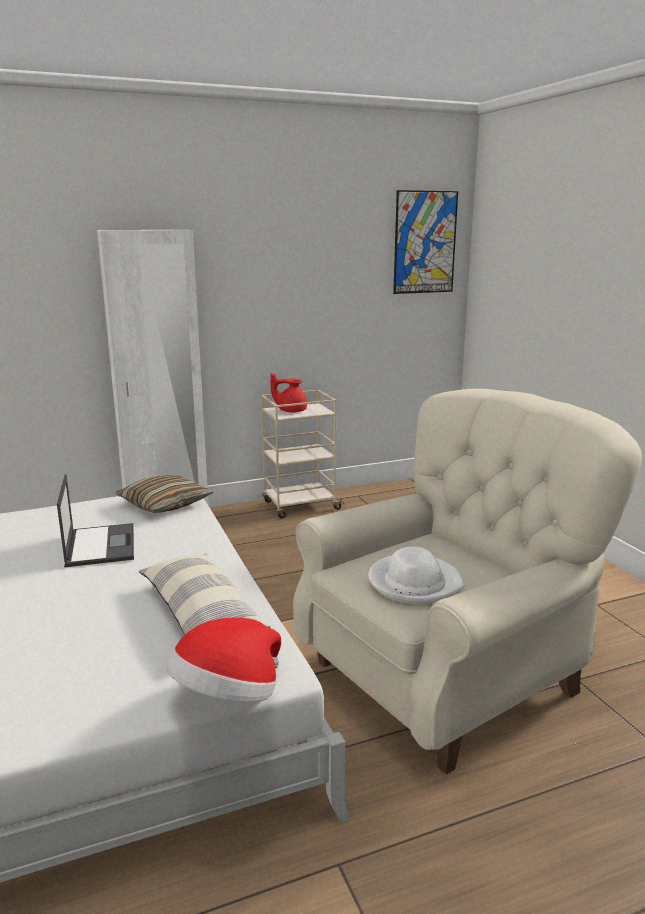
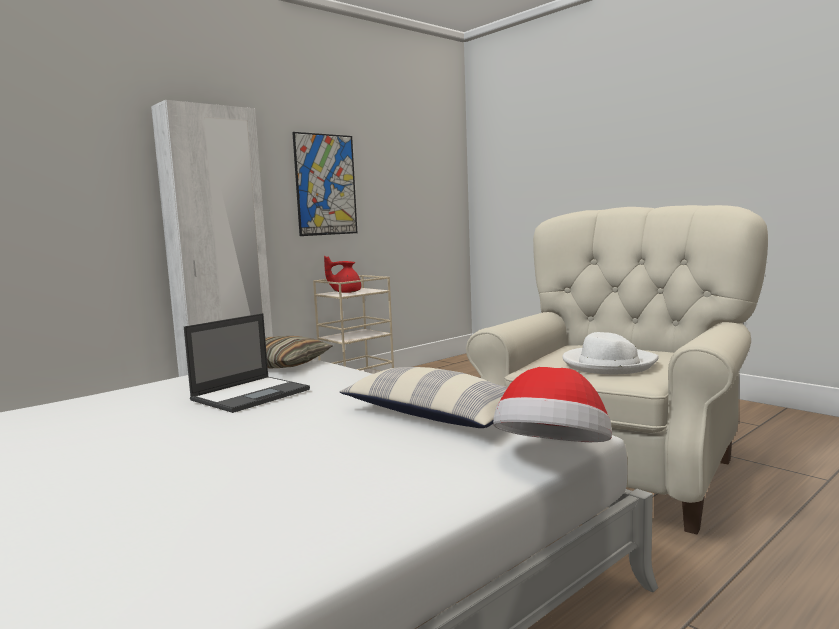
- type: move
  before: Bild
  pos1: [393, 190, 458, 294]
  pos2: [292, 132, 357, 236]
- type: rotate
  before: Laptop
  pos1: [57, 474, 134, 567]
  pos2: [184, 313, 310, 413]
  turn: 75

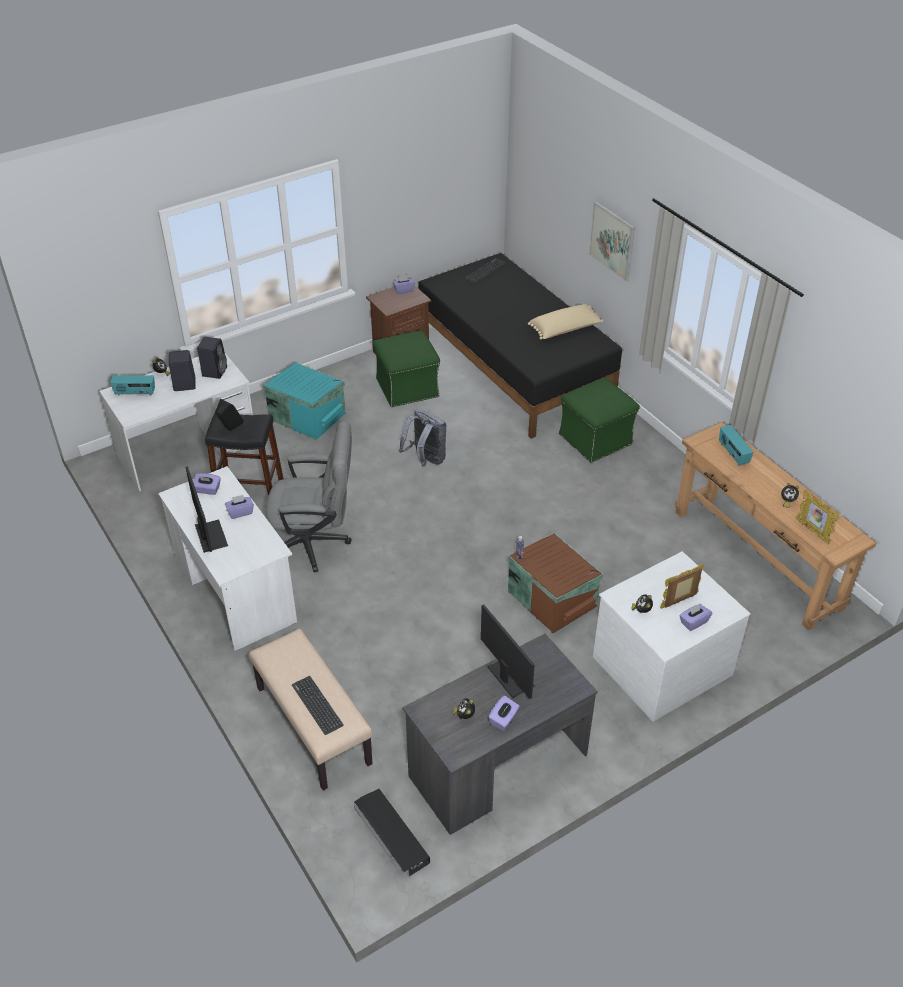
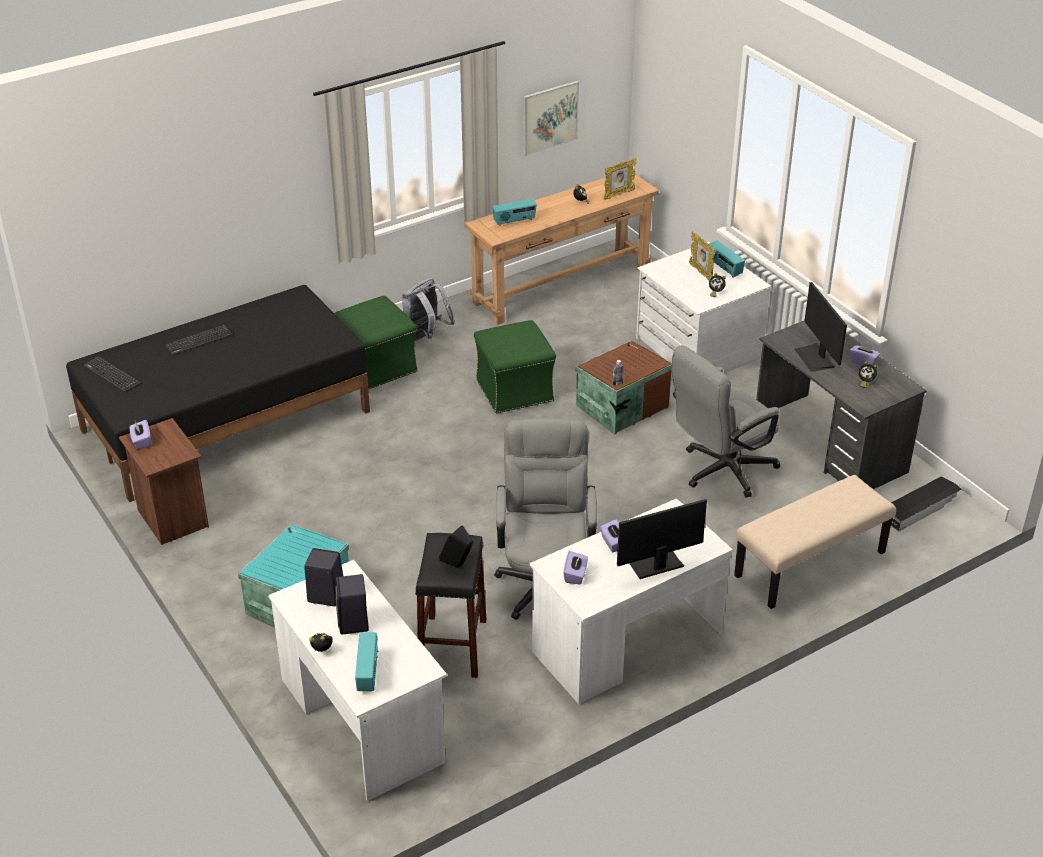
- type: delete
  before: Kissen (beige)
  pos1: [528, 304, 603, 340]
- type: insert
  after: Bürostuhl (grau)
  pos2: [672, 345, 780, 498]
- type: move
  before: Tastatur
  pos1: [292, 676, 344, 735]
  pos2: [165, 325, 233, 355]
- type: move
  before: Polsterhocker (grün)
  pos1: [373, 331, 440, 407]
  pos2: [474, 320, 556, 413]
- type: move
  before: Rucksack (grau)
  pos1: [399, 410, 446, 467]
  pos2: [402, 278, 455, 341]
- type: move
  before: Bild
  pos1: [589, 201, 635, 281]
  pos2: [523, 81, 579, 156]
- type: replace
  before: Taschentuchbox (lila)
  after: Radio
  pos1: [679, 604, 712, 631]
  pos2: [709, 241, 745, 278]
- type: rotate
  before: Monitor
  pos1: [481, 604, 536, 699]
  pos2: [794, 282, 847, 372]
  turn: -75

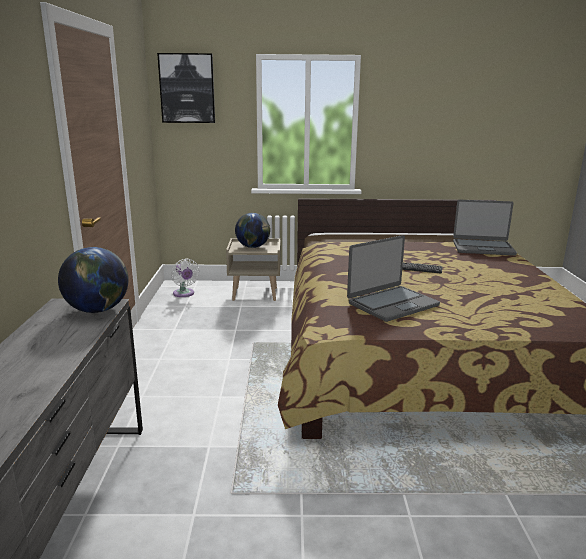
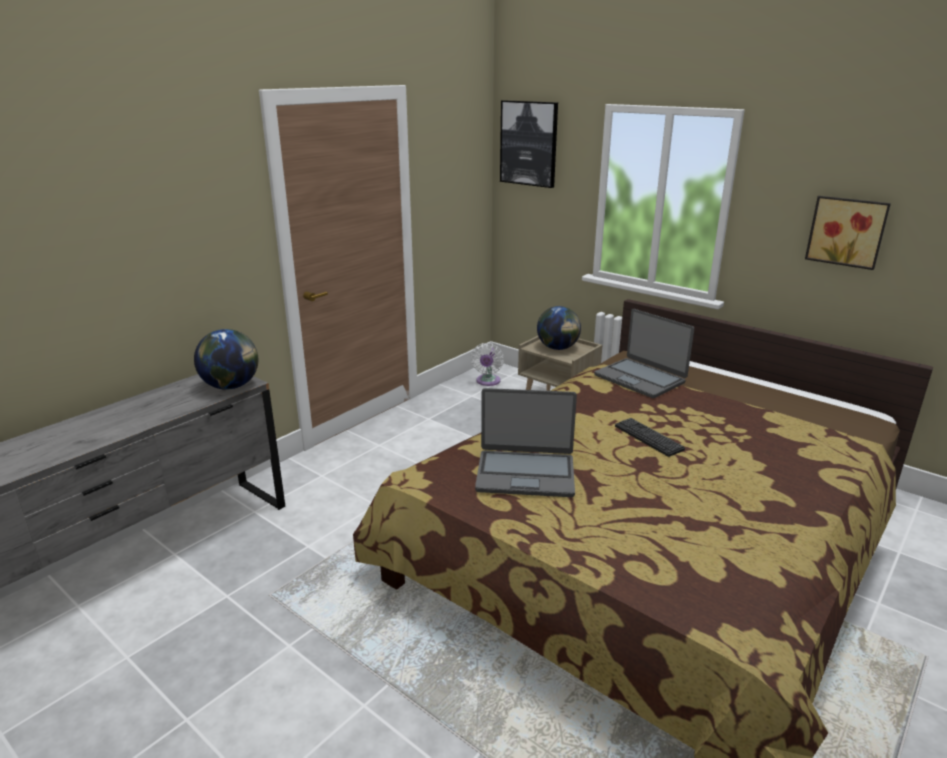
- type: insert
  after: Bild
  pos2: [805, 196, 891, 270]
- type: move
  before: Laptop
  pos1: [453, 200, 517, 256]
  pos2: [594, 309, 694, 398]

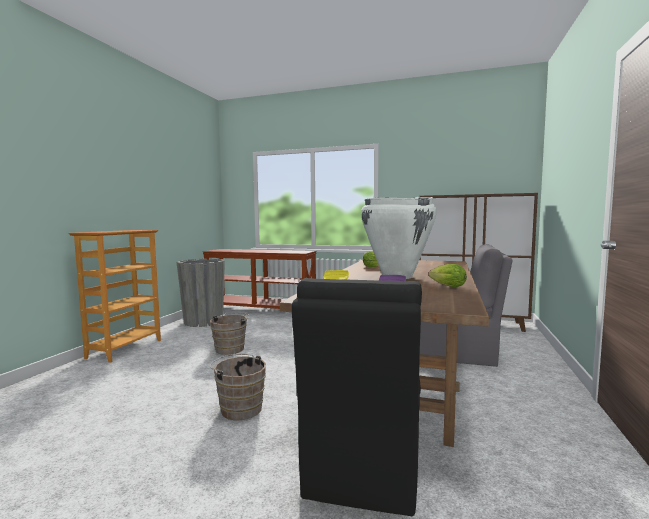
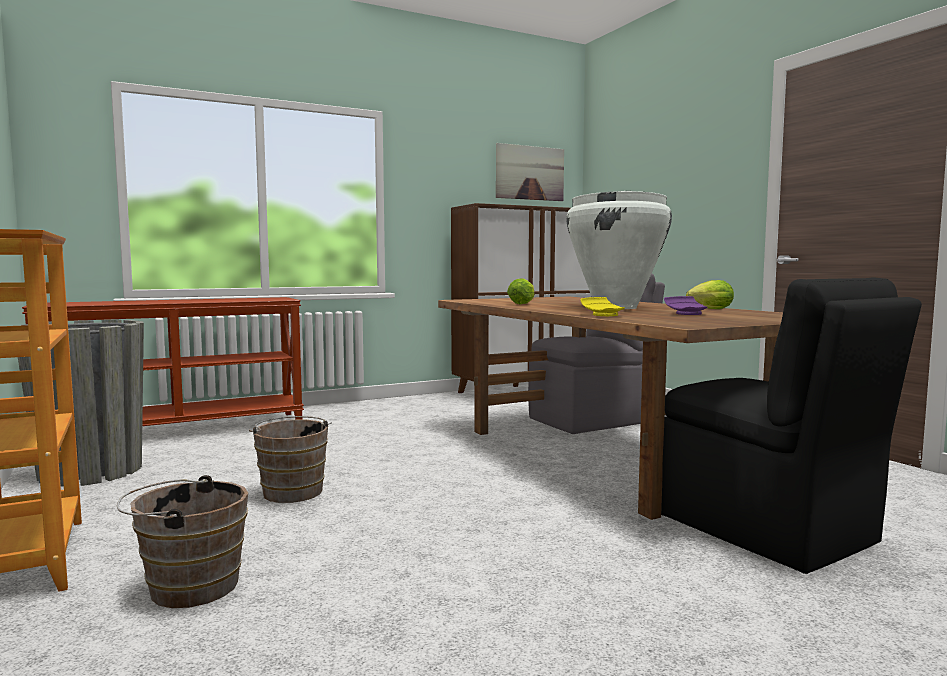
- type: insert
  after: Bild
  pos2: [496, 143, 564, 201]
- type: move
  before: Eimer (braun)
  pos1: [210, 354, 266, 420]
  pos2: [117, 475, 248, 608]

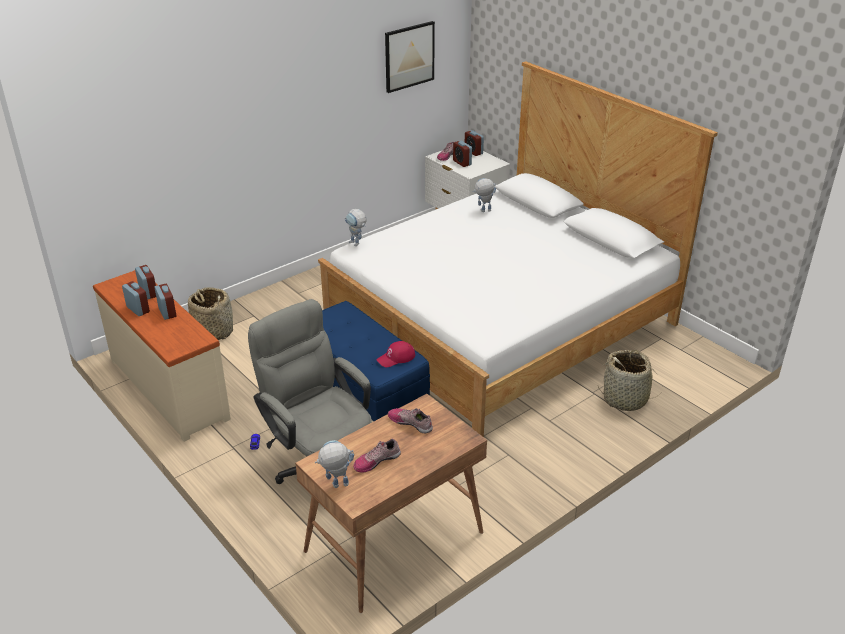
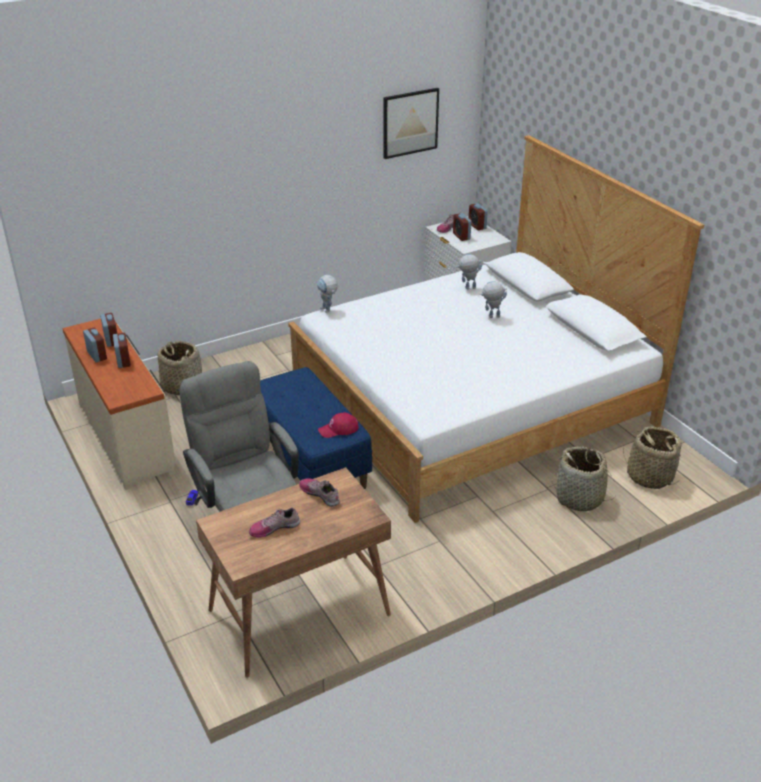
- type: insert
  after: Korb
  pos2: [623, 426, 682, 489]
- type: move
  before: Spielzeugroboter
  pos1: [315, 440, 354, 488]
  pos2: [479, 281, 507, 318]

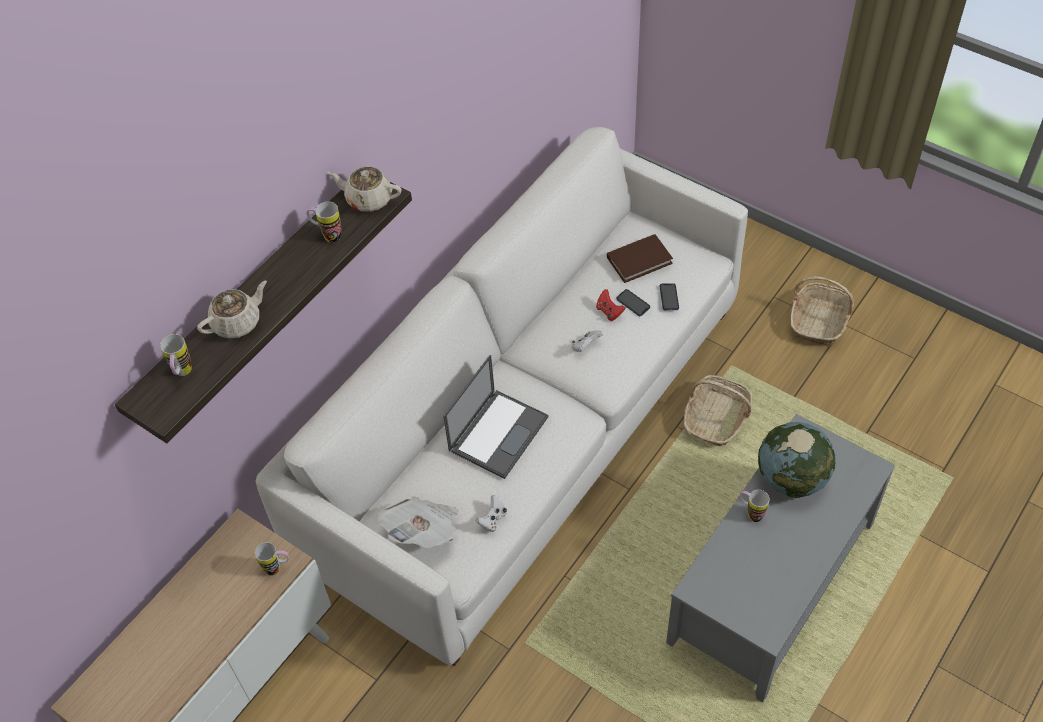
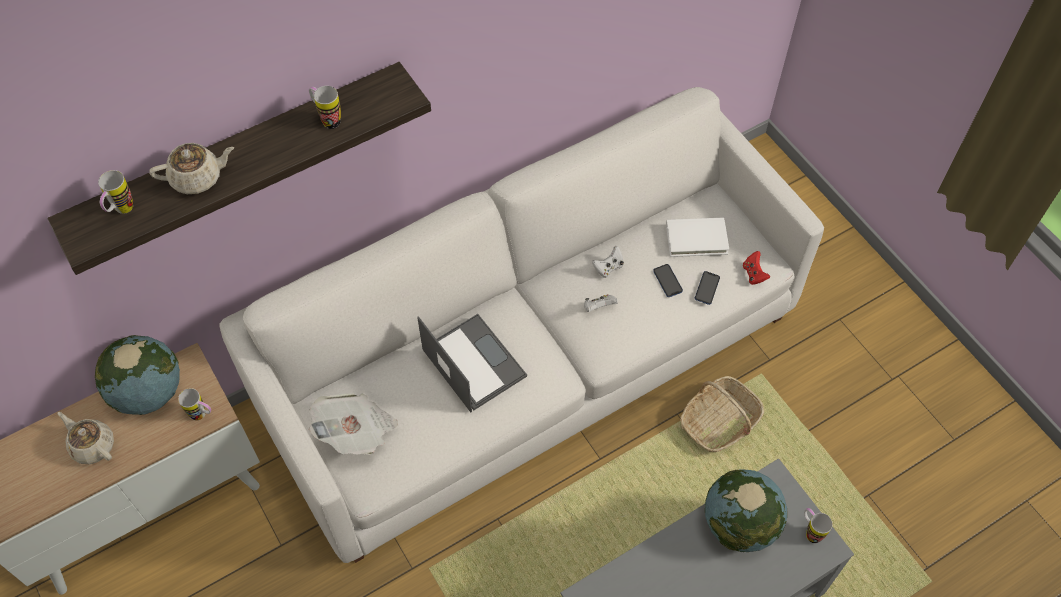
- type: delete
  before: Korb
  pos1: [790, 276, 854, 346]
- type: insert
  after: Globus
  pos2: [95, 335, 180, 415]
- type: move
  before: Teekanne (beige)
  pos1: [327, 166, 401, 212]
  pos2: [58, 412, 114, 464]
- type: move
  before: Gamepad (weiß)
  pos1: [476, 495, 507, 532]
  pos2: [592, 246, 624, 278]
- type: move
  before: Gamepad (rot)
  pos1: [596, 289, 625, 321]
  pos2: [743, 251, 770, 285]
- type: move
  before: Henkelbecher
  pos1: [740, 490, 769, 522]
  pos2: [804, 508, 833, 543]
- type: recolor
  before: Buch (braun)
  after: Buch (weiß)
  pos1: [607, 234, 673, 283]
  pos2: [666, 218, 729, 257]
- type: rotate
  before: Laptop
  pos1: [443, 355, 548, 479]
  pos2: [417, 314, 527, 412]
  turn: -90

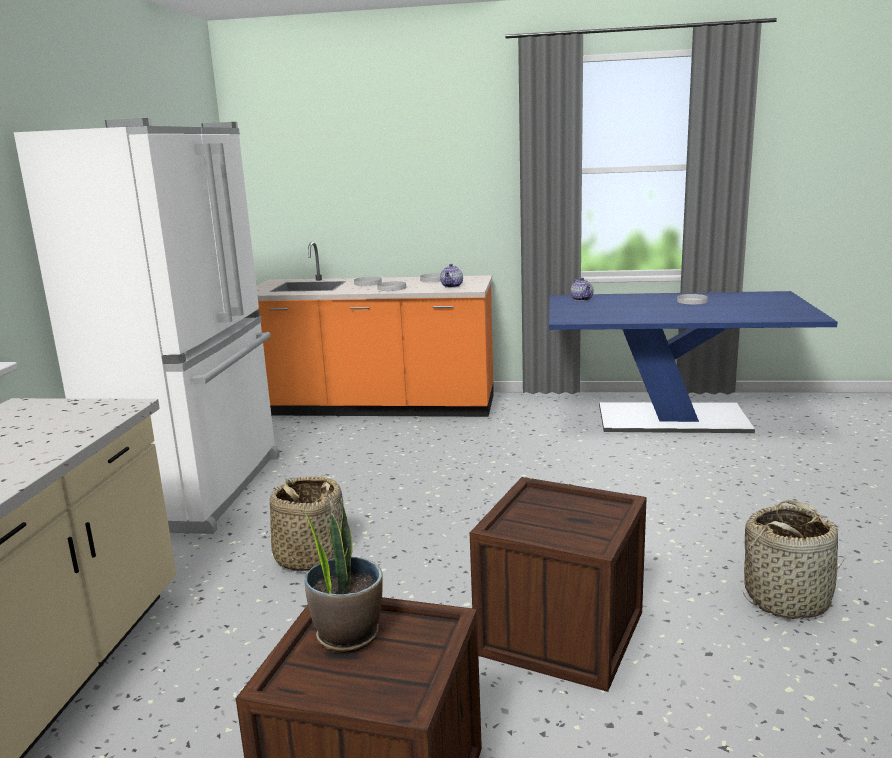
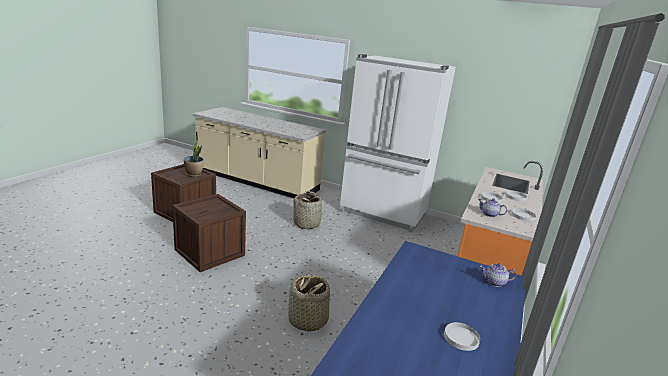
- type: move
  before: Korb
  pos1: [743, 500, 845, 619]
  pos2: [288, 272, 330, 332]

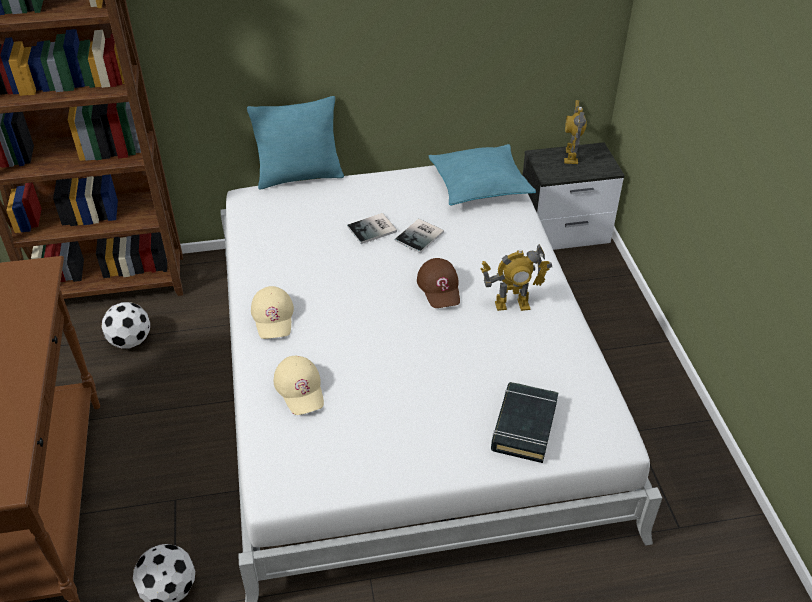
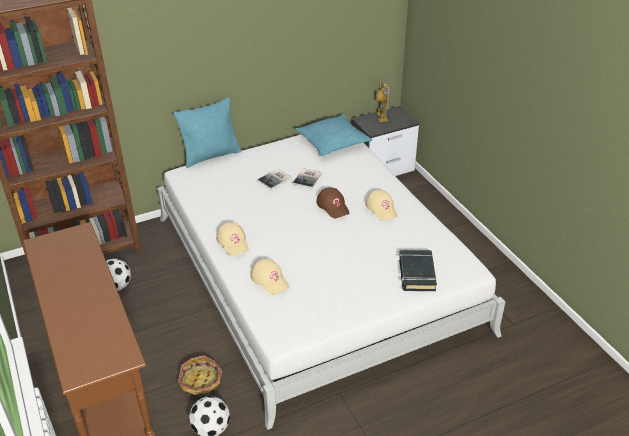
- type: insert
  after: Korb
  pos2: [178, 355, 222, 397]
- type: replace
  before: Spielzeugroboter
  after: Kappe (beige)
  pos1: [480, 244, 552, 311]
  pos2: [365, 189, 397, 221]

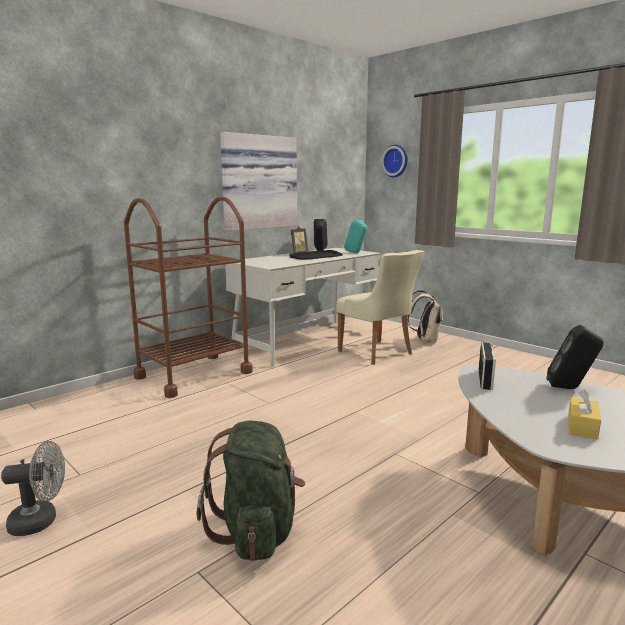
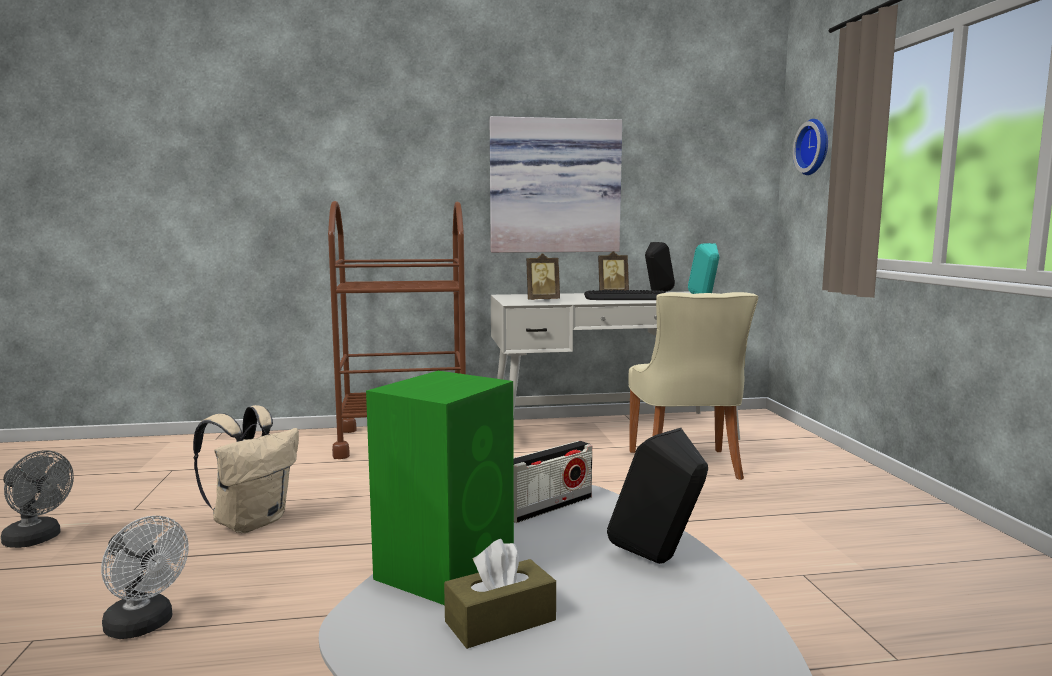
- type: insert
  after: Lautsprecher (grün)
  pos2: [366, 371, 514, 605]
- type: insert
  after: Bilderrahmen
  pos2: [526, 253, 560, 300]
- type: move
  before: Rucksack (beige)
  pos1: [408, 290, 443, 343]
  pos2: [193, 405, 299, 533]
- type: replace
  before: Rucksack (grün)
  after: Ventilator (weiß)
  pos1: [197, 421, 305, 561]
  pos2: [101, 516, 189, 639]
- type: recolor
  before: Taschentuchbox (gelb)
  after: Taschentuchbox (braun)
  pos1: [568, 389, 601, 440]
  pos2: [444, 539, 556, 649]

